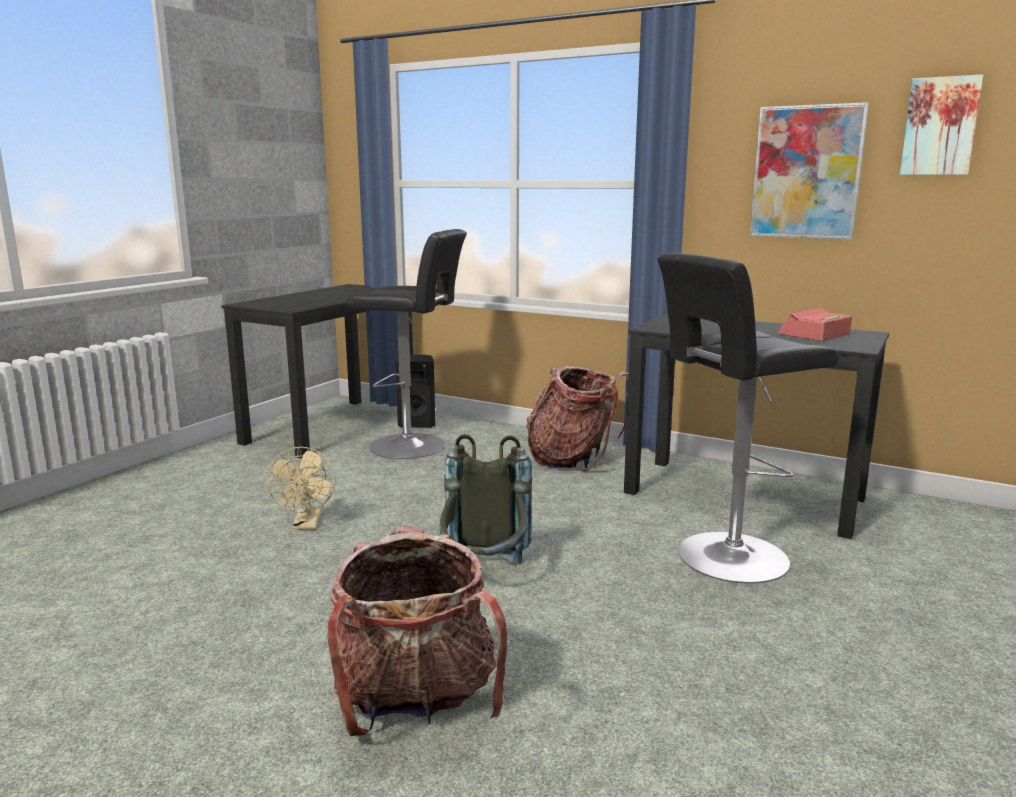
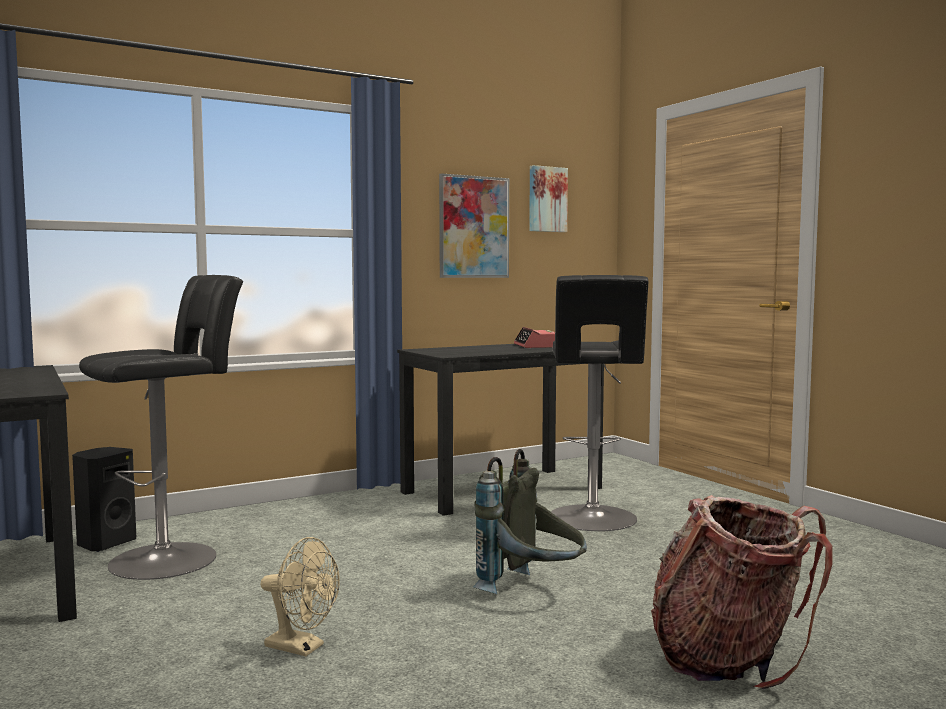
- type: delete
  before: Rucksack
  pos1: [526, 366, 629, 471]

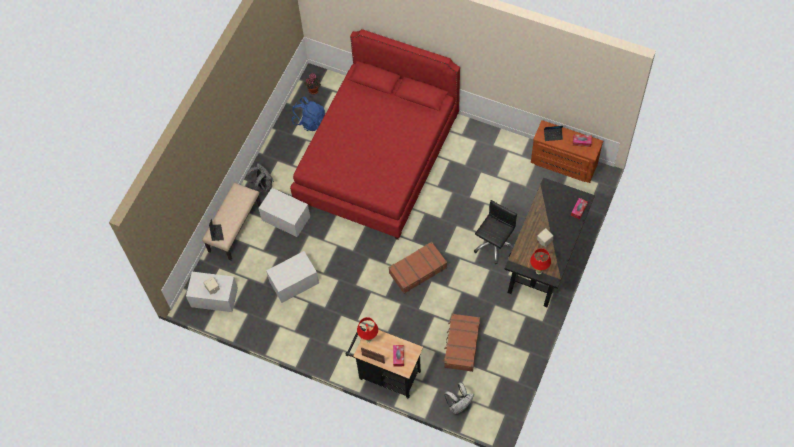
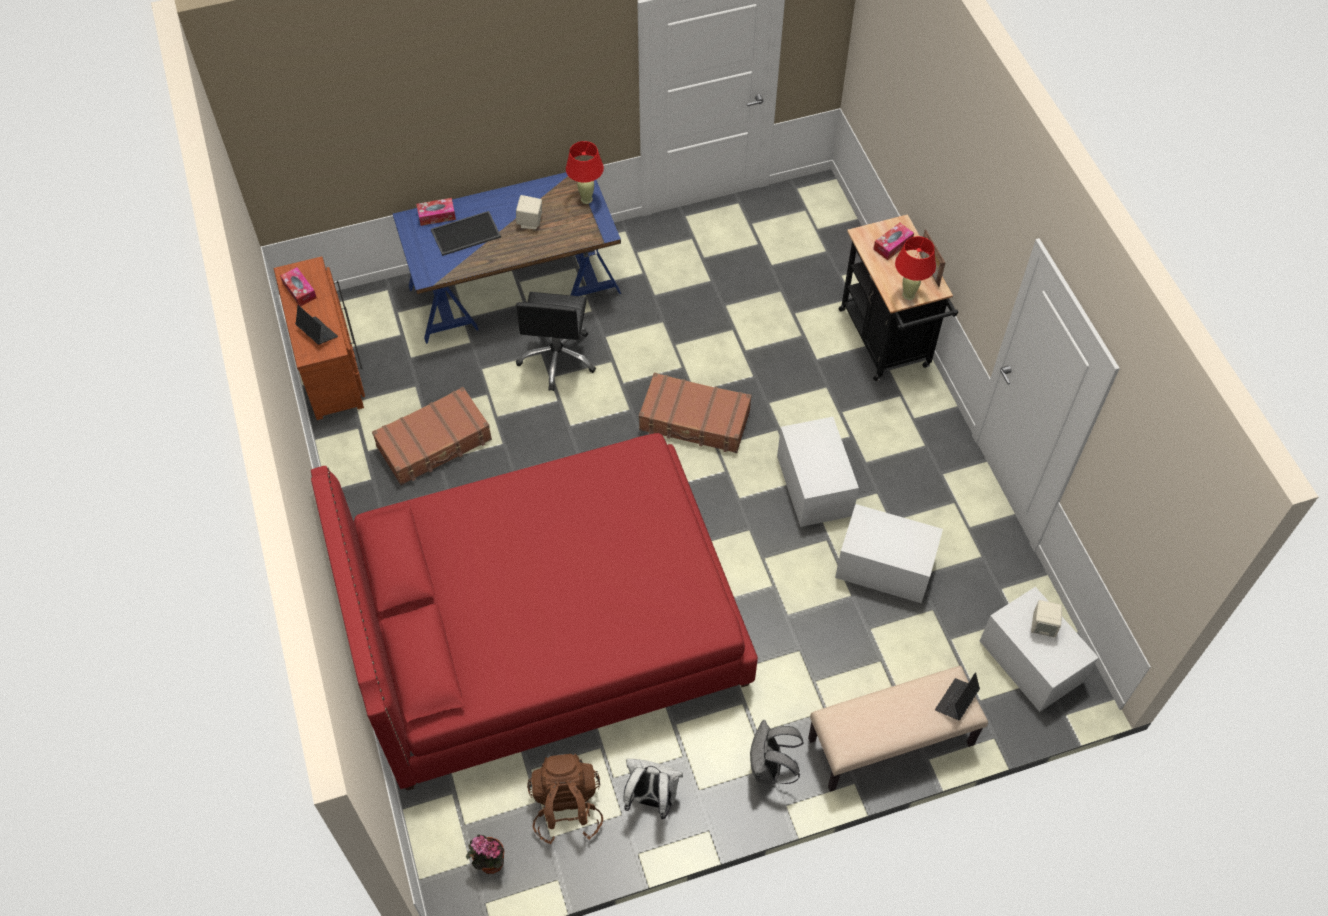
- type: insert
  after: Tablett
  pos2: [431, 211, 501, 256]
- type: move
  before: Aufbewahrungsbox (weiß)
  pos1: [258, 188, 310, 237]
  pos2: [777, 417, 859, 527]
- type: move
  before: Koffer (braun)
  pos1: [442, 313, 480, 372]
  pos2: [372, 387, 492, 485]
- type: move
  before: Rucksack (weiß)
  pos1: [444, 383, 474, 414]
  pos2: [623, 759, 683, 819]
- type: recolor
  before: Rucksack (blau)
  after: Rucksack (braun)
  pos1: [292, 97, 325, 131]
  pos2: [527, 753, 603, 844]
- type: recolor
  before: Schreibtisch (schwarz)
  after: Schreibtisch (blau)
  pos1: [504, 177, 595, 307]
  pos2: [393, 172, 621, 344]
- type: rotate
  before: Bürostuhl (schwarz)
  pos1: [474, 200, 517, 264]
  pos2: [516, 292, 596, 391]
  turn: -75

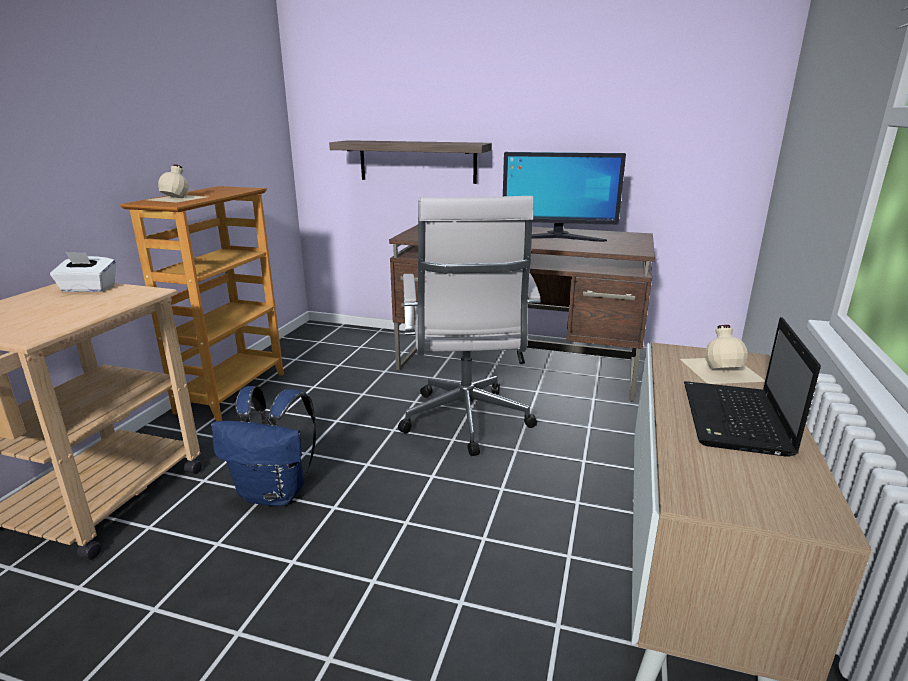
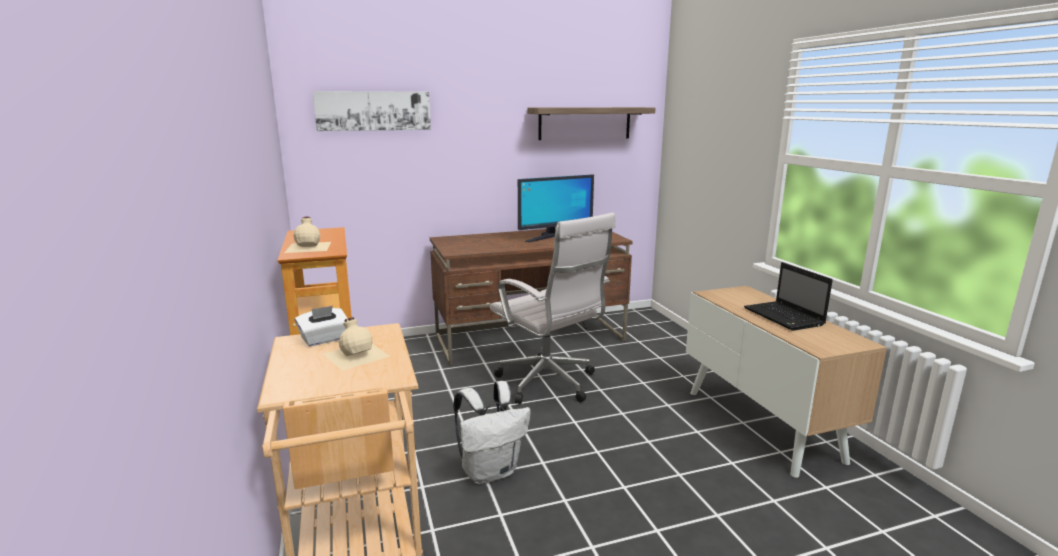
- type: insert
  after: Bild
  pos2: [313, 91, 431, 131]
- type: move
  before: Wandregal
  pos1: [329, 140, 492, 184]
  pos2: [527, 107, 656, 140]
- type: move
  before: Flasche (beige)
  pos1: [680, 325, 765, 384]
  pos2: [323, 317, 390, 371]
- type: recolor
  before: Rucksack (blau)
  after: Rucksack (weiß)
  pos1: [212, 386, 316, 506]
  pos2: [453, 381, 530, 484]

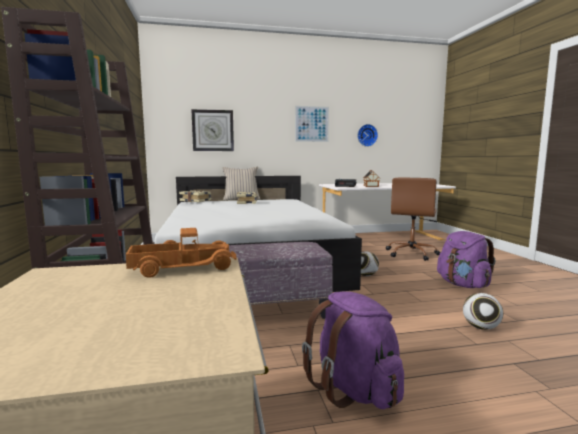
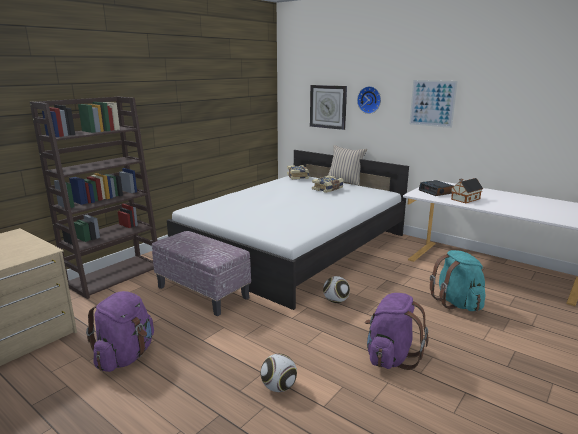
- type: delete
  before: Spielzeuglaster
  pos1: [126, 228, 237, 278]
- type: move
  before: Wanduhr
  pos1: [357, 124, 378, 147]
  pos2: [357, 86, 381, 114]
- type: replace
  before: Bürostuhl (braun)
  after: Rucksack (türkis)
  pos1: [386, 178, 441, 261]
  pos2: [430, 250, 485, 311]

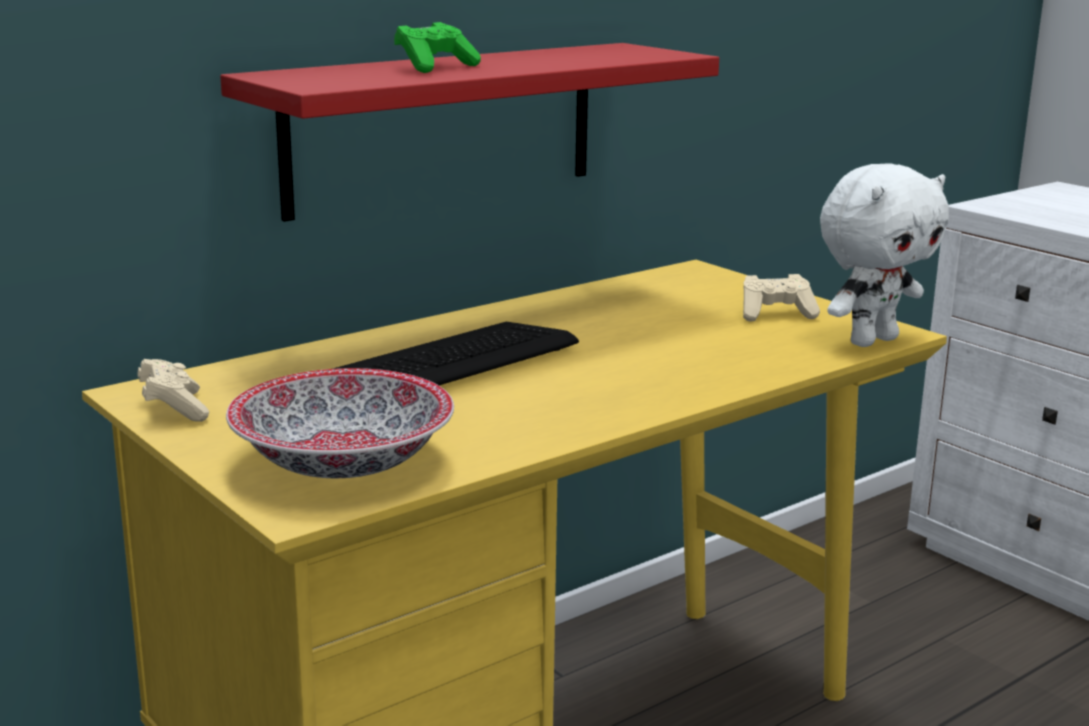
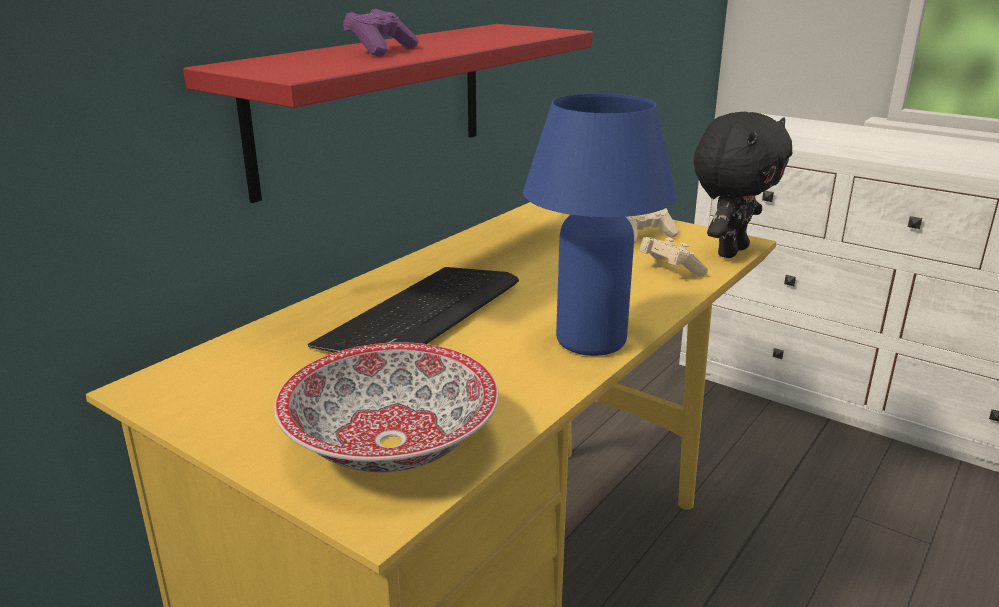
- type: insert
  after: Tischlampe (blau)
  pos2: [523, 94, 676, 356]
- type: move
  before: Gamepad (beige)
  pos1: [137, 359, 209, 422]
  pos2: [640, 237, 708, 276]
- type: recolor
  before: Gamepad (grün)
  after: Gamepad (lila)
  pos1: [394, 22, 481, 73]
  pos2: [343, 9, 418, 56]
- type: recolor
  before: Plüschtier (weiß)
  after: Plüschtier (schwarz)
  pos1: [820, 163, 949, 347]
  pos2: [694, 112, 792, 258]

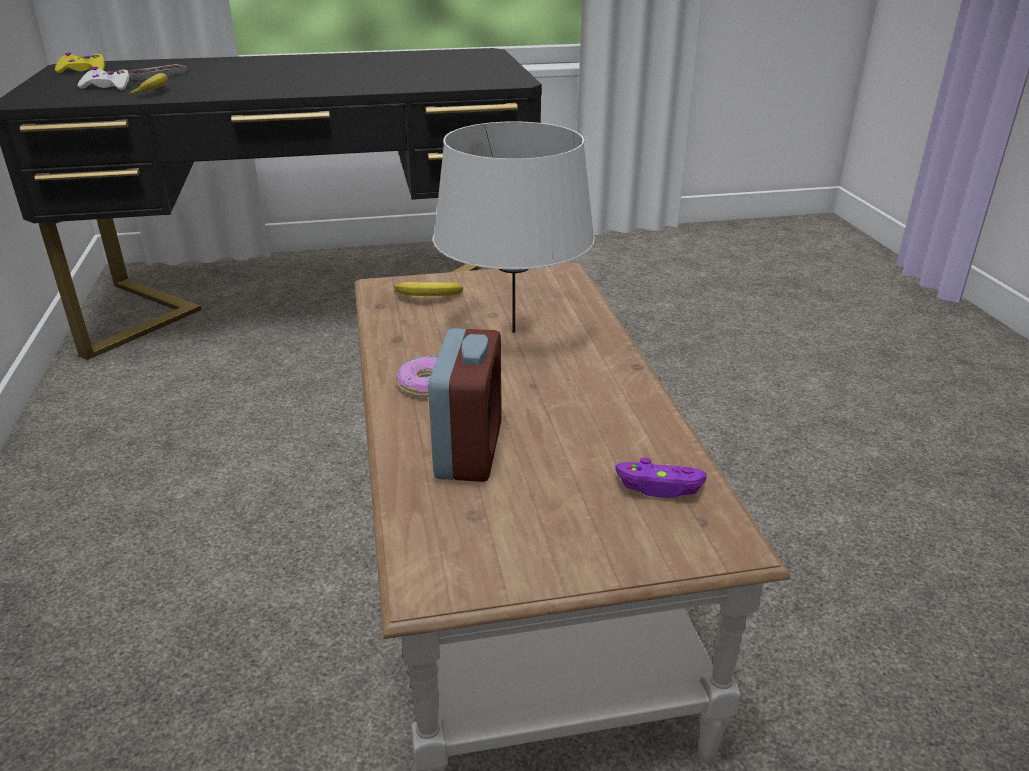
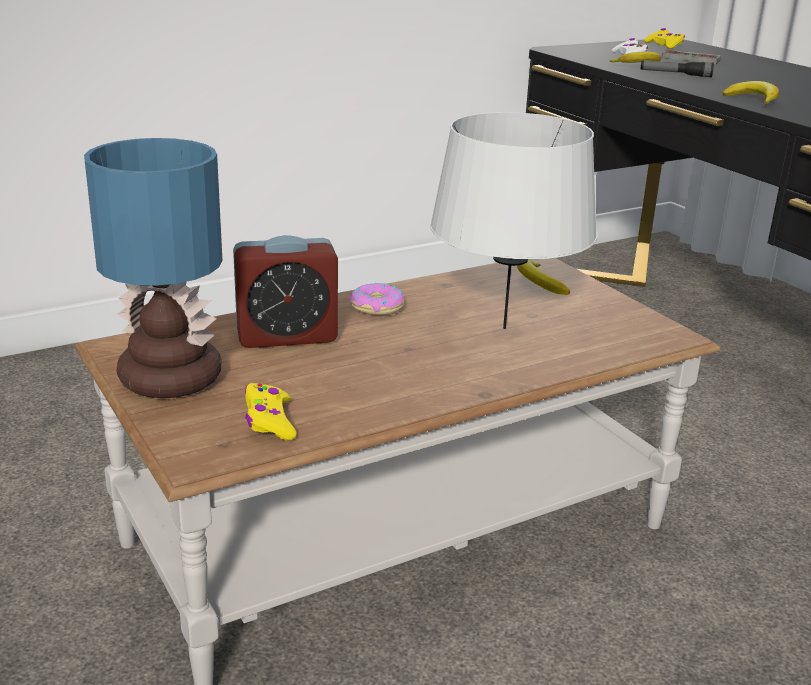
- type: insert
  after: Tischlampe
  pos2: [84, 138, 222, 398]
- type: insert
  after: Taschenlampe
  pos2: [641, 60, 714, 77]
- type: insert
  after: Banane
  pos2: [722, 81, 779, 105]
- type: recolor
  before: Gamepad (lila)
  after: Gamepad (gelb)
  pos1: [615, 458, 707, 498]
  pos2: [245, 383, 297, 441]

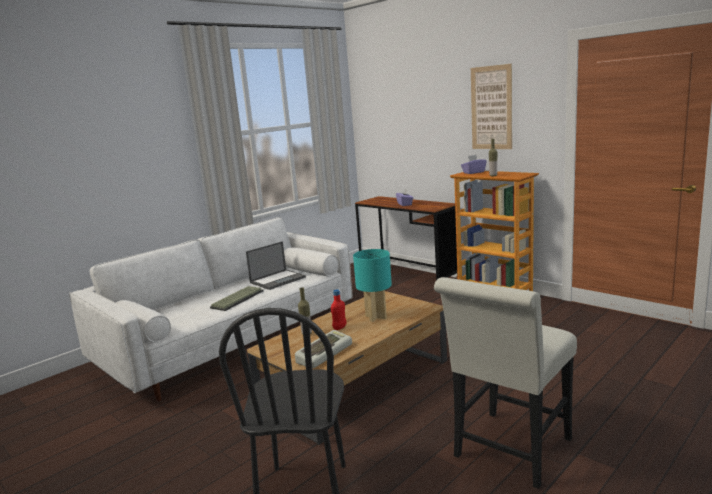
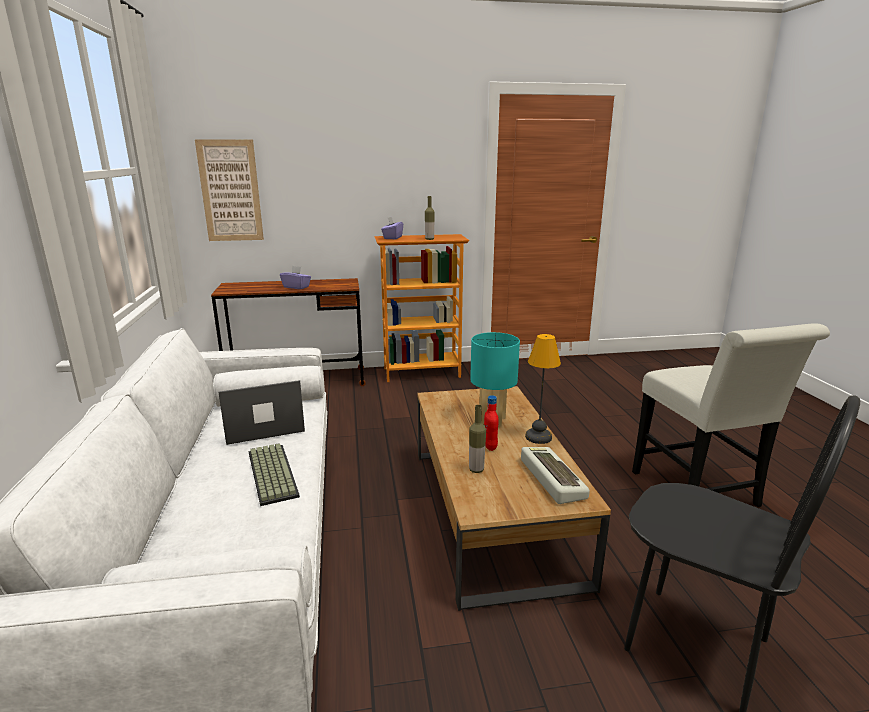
- type: insert
  after: Tischlampe
  pos2: [525, 334, 561, 444]
- type: move
  before: Bild
  pos1: [471, 64, 512, 149]
  pos2: [195, 139, 264, 241]
- type: rotate
  before: Laptop
  pos1: [246, 241, 306, 290]
  pos2: [218, 380, 305, 445]
  turn: -105

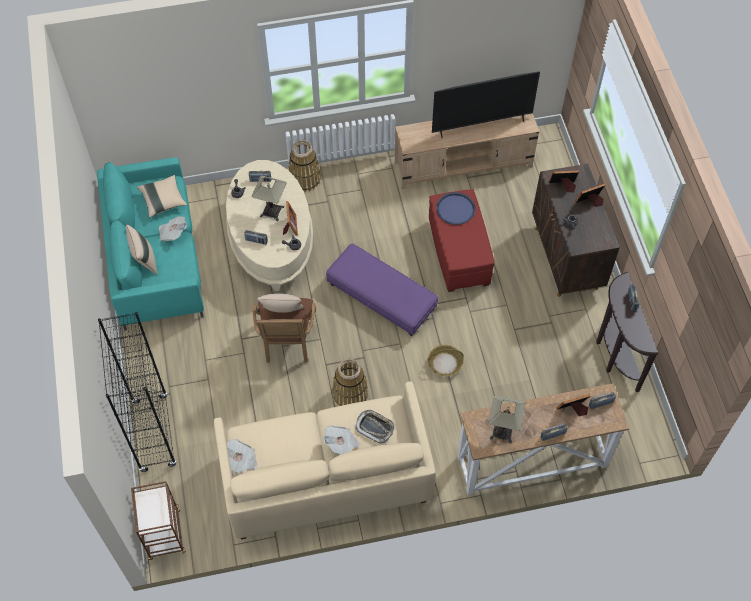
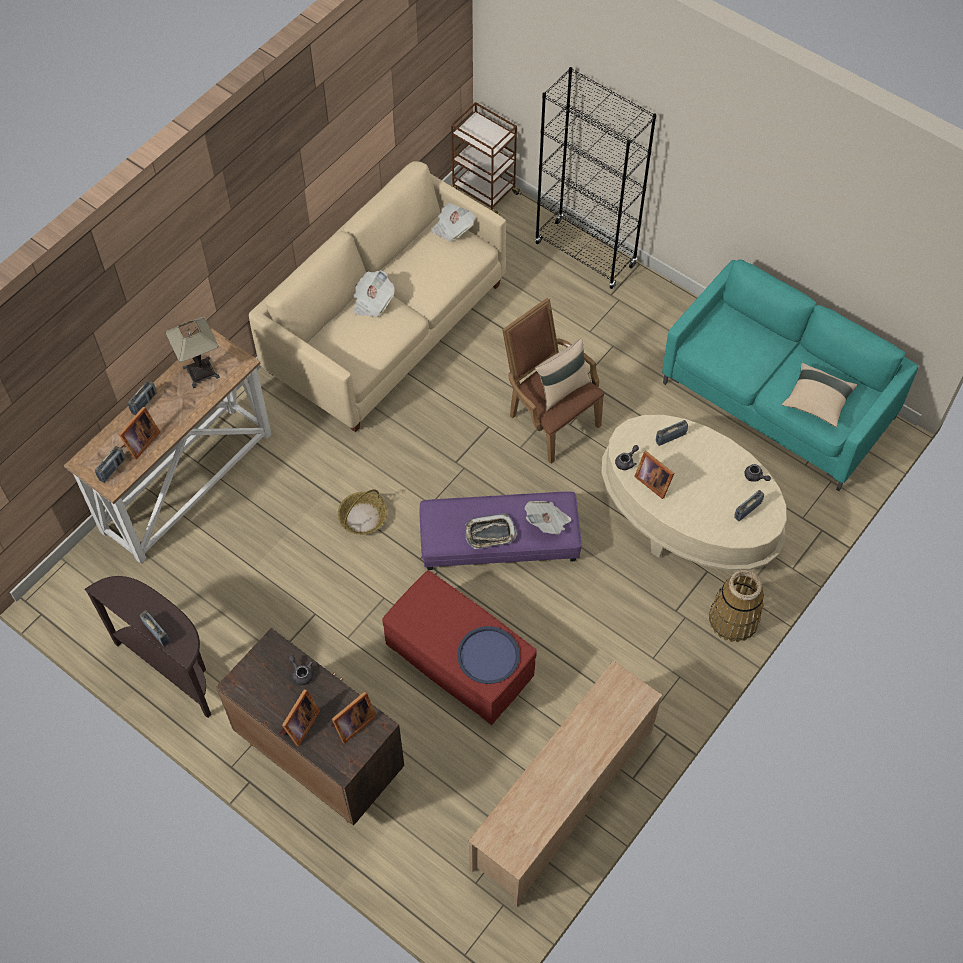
- type: delete
  before: Kissen (beige)
  pos1: [126, 225, 157, 275]
- type: delete
  before: Tischlampe
  pos1: [252, 176, 287, 221]
- type: delete
  before: Korb
  pos1: [332, 359, 368, 406]
- type: delete
  before: Fernseher
  pos1: [432, 71, 540, 138]
- type: move
  before: Zeitung
  pos1: [159, 216, 187, 241]
  pos2: [525, 501, 571, 535]
- type: move
  before: Tablett
  pos1: [355, 410, 394, 443]
  pos2: [465, 514, 517, 549]

